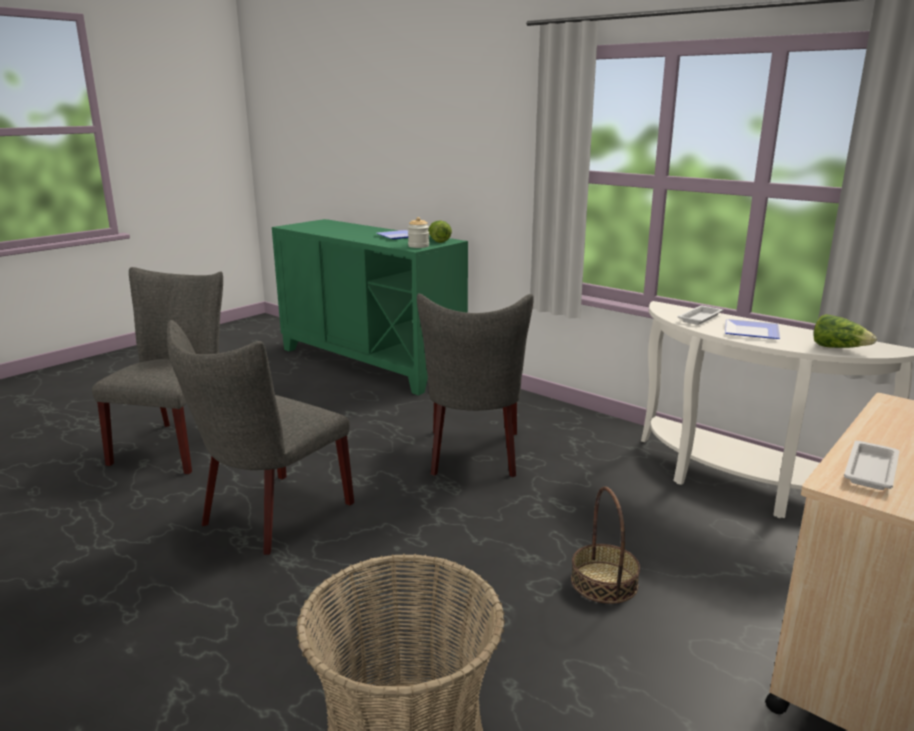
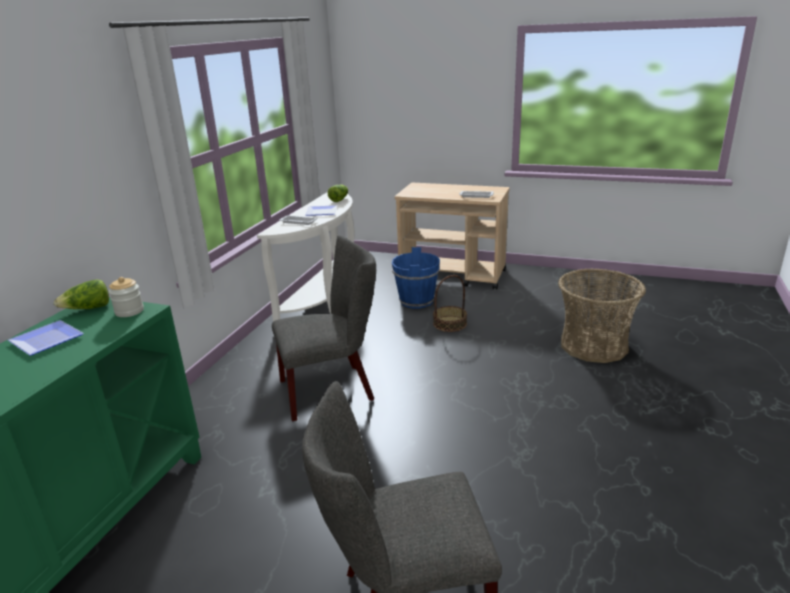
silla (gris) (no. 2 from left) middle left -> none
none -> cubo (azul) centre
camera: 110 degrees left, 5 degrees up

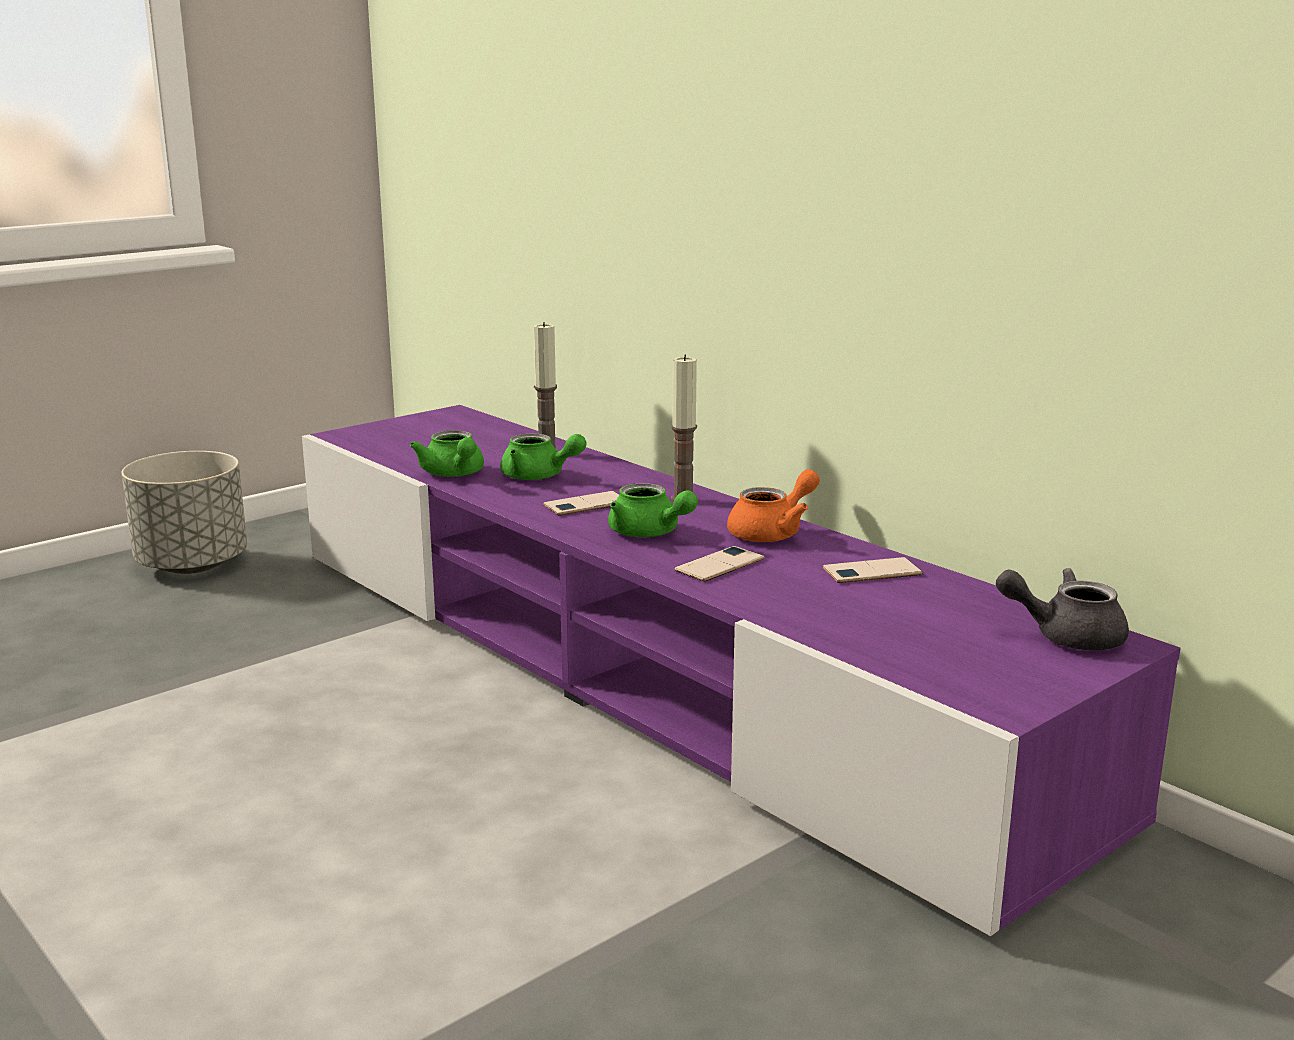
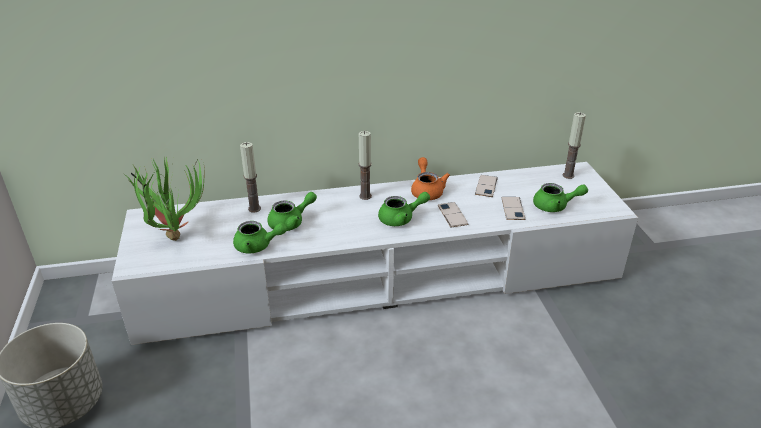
mueble de televisión (morado) centre -> mueble de televisión (blanco) centre
móvil (no. 1 from left in the first image) centre -> móvil (no. 3 from left) middle right, relocated
tetera (gris) middle right -> vela (no. 3 from left) middle right
none -> planta en maceta middle left
none -> tetera (verde) (no. 4 from left) middle right
camera: 60 degrees left, 15 degrees up

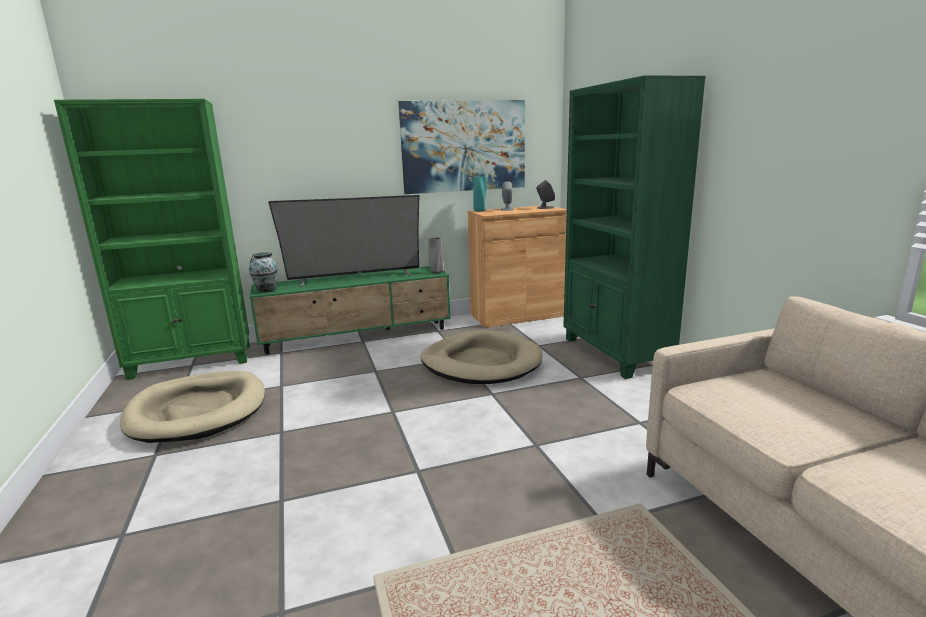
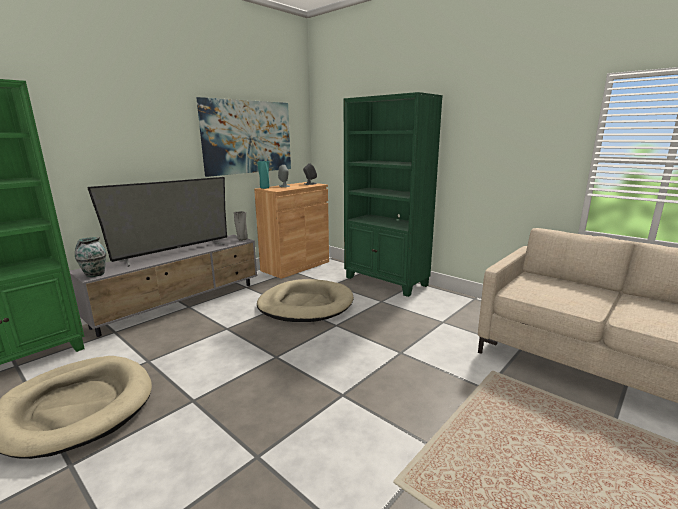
mueble de televisión (verde) centre -> mueble de televisión (gris) middle left
camera: 30 degrees left, 0 degrees up

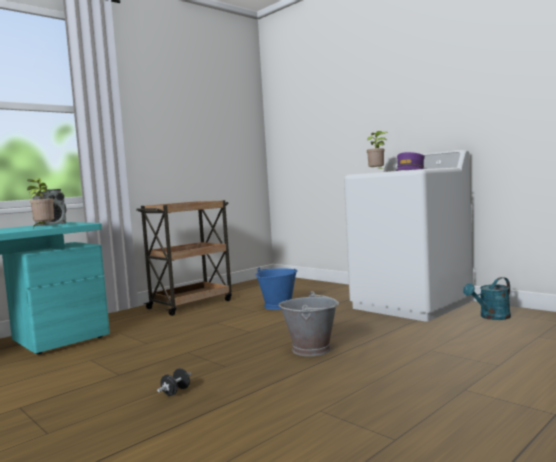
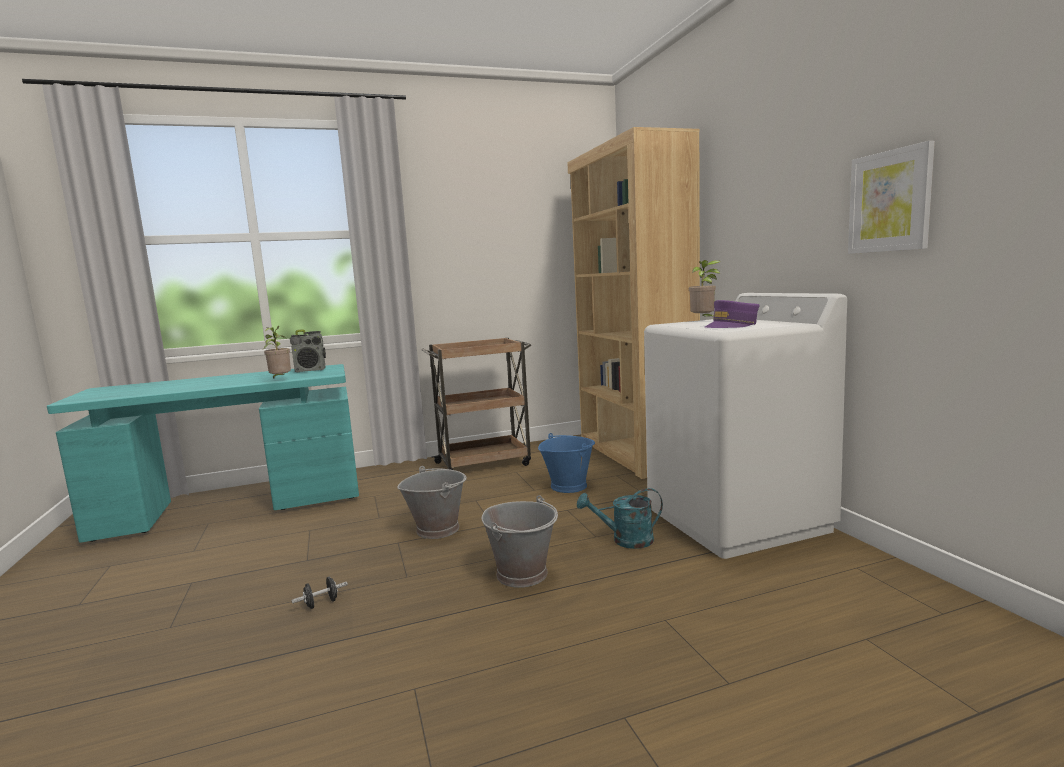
regadera (turquesa) middle right -> regadera (turquesa) bottom centre, relocated
none -> estantería (marrón) centre
none -> cuadro top right
none -> cubo (gris) (no. 1 from left) centre
camera: 25 degrees right, 5 degrees up

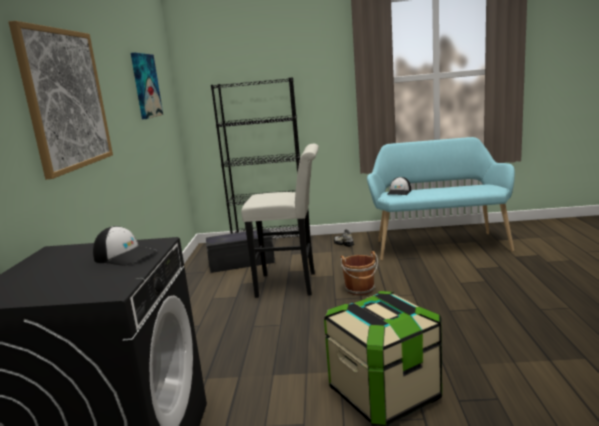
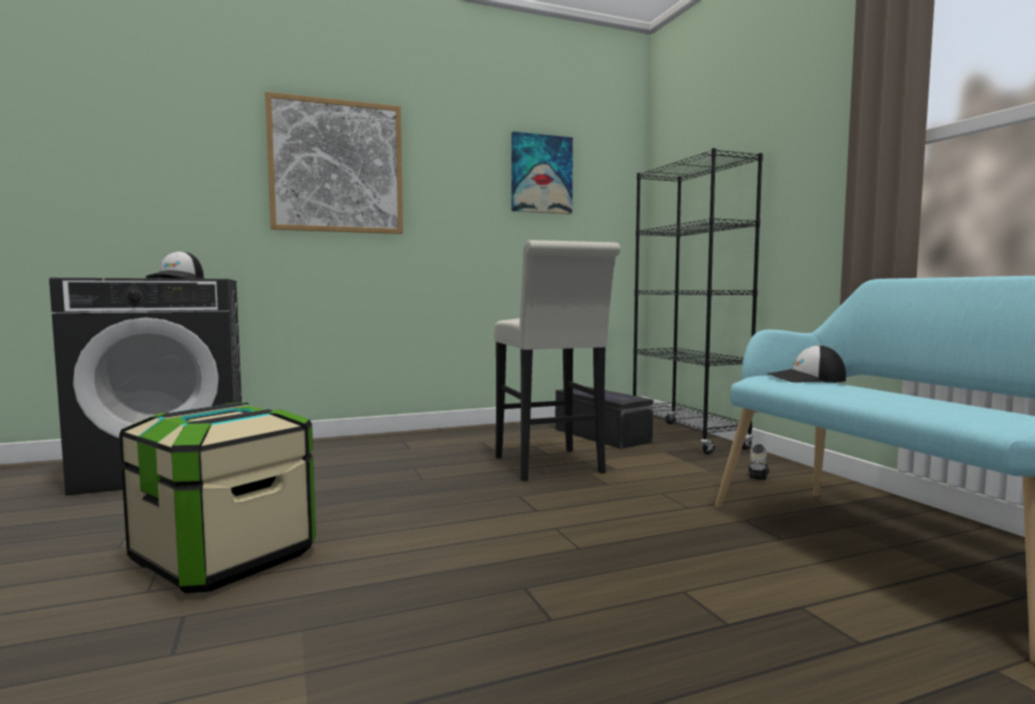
cubo (marrón) centre -> none
camera: 65 degrees right, 10 degrees down

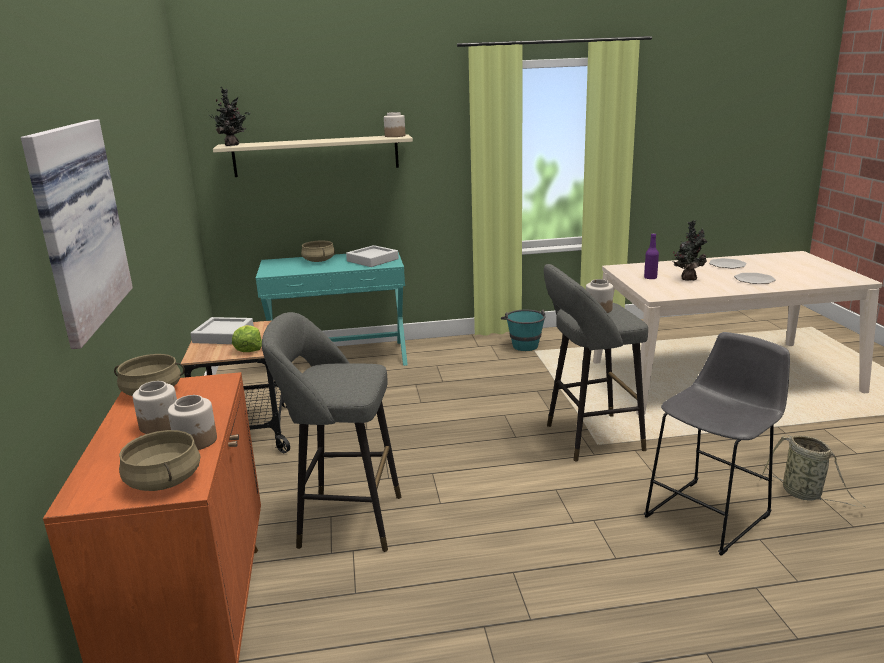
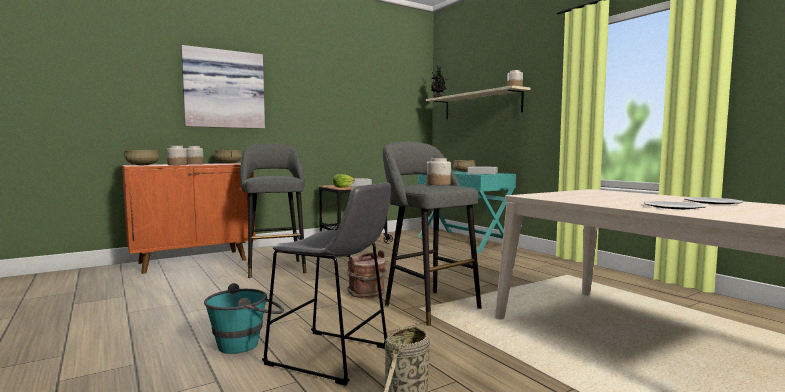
planta en maceta (no. 2 from left) middle right -> none
botella (morado) middle right -> none
cubo (turquesa) centre -> cubo (turquesa) bottom left, relocated
none -> cubo (marrón) bottom centre
camera: 65 degrees right, 15 degrees down

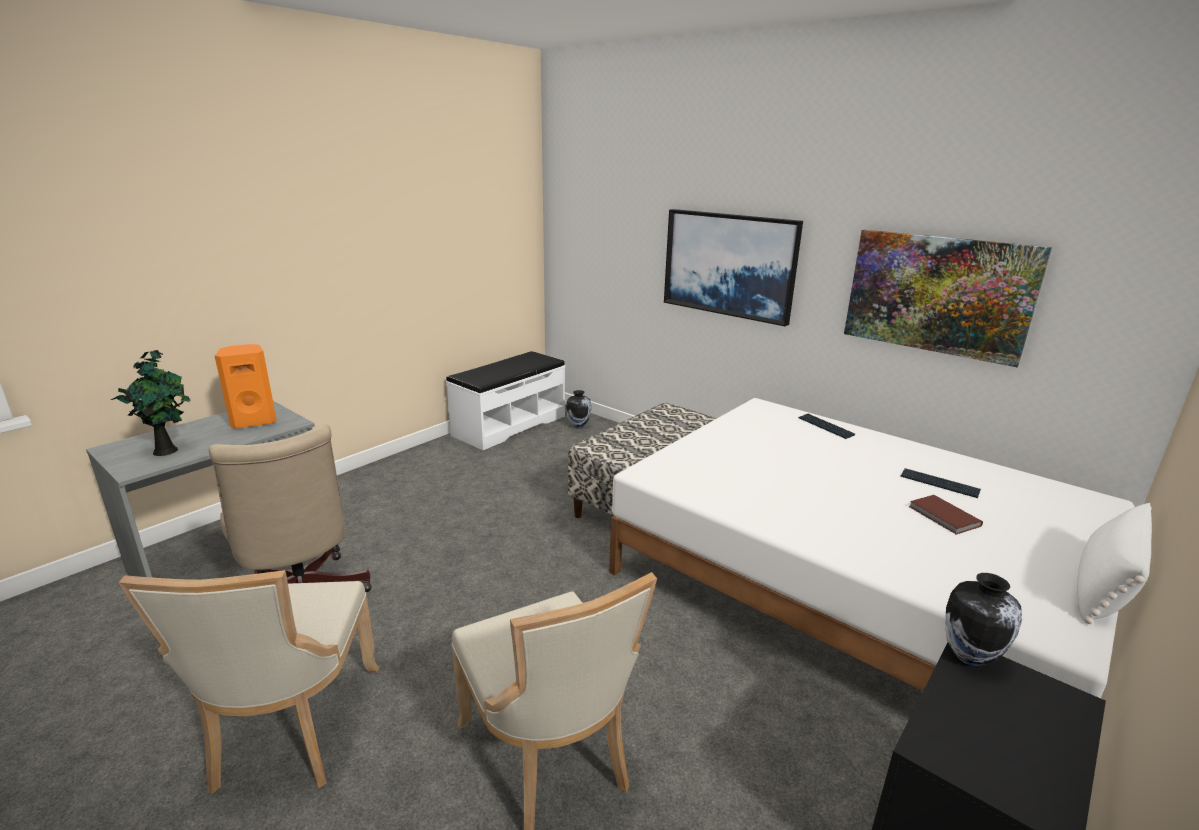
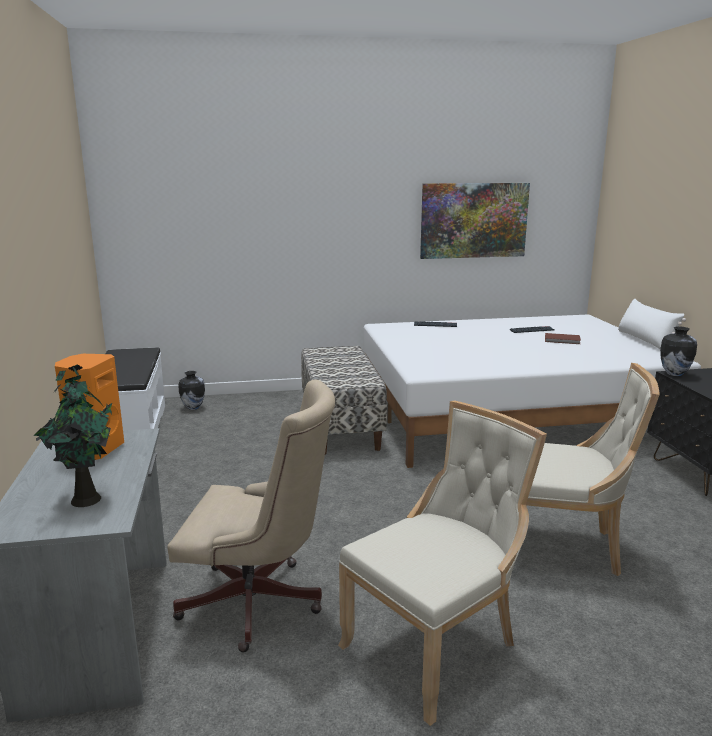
cuadro (no. 1 from left) top centre -> none
silla (beis) (no. 1 from left) bottom left -> silla (beis) (no. 1 from left) bottom centre, 75 degrees counterclockwise
camera: 50 degrees left, 5 degrees down

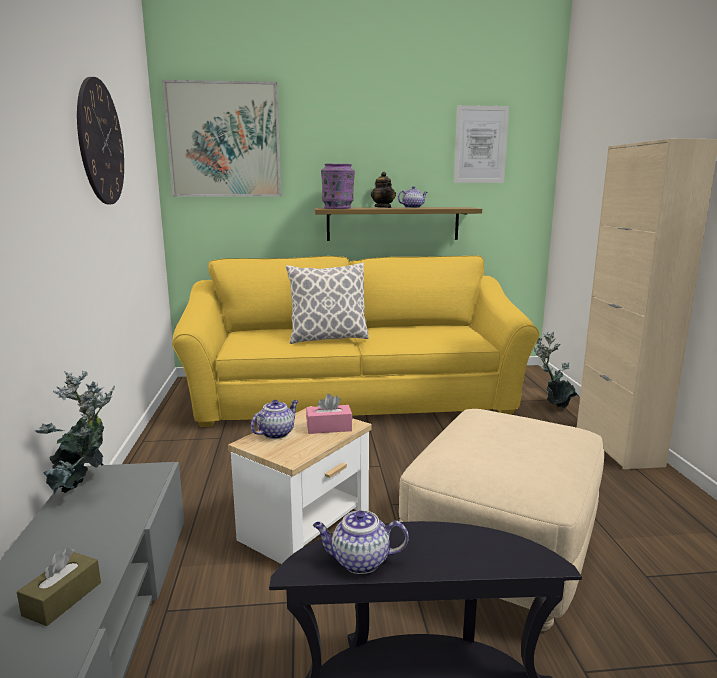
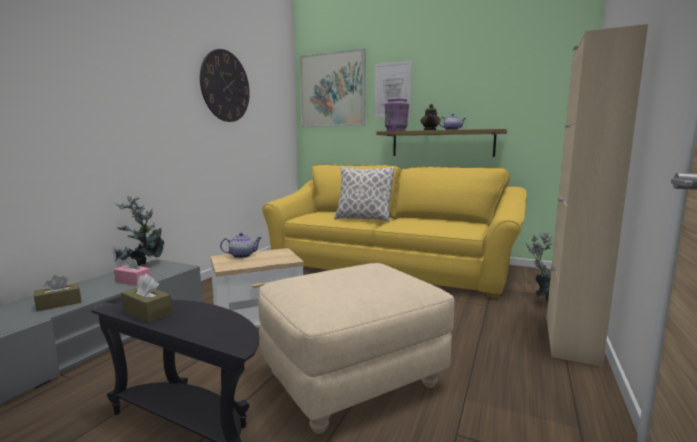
cuadro (no. 2 from left) top right -> cuadro (no. 2 from left) top centre, relocated
caja de pañuelos (rosa) centre -> caja de pañuelos (rosa) middle left, relocated
tetera (no. 2 from left) bottom centre -> caja de pañuelos (marrón) (no. 2 from left) bottom left
camera: 30 degrees right, 5 degrees down

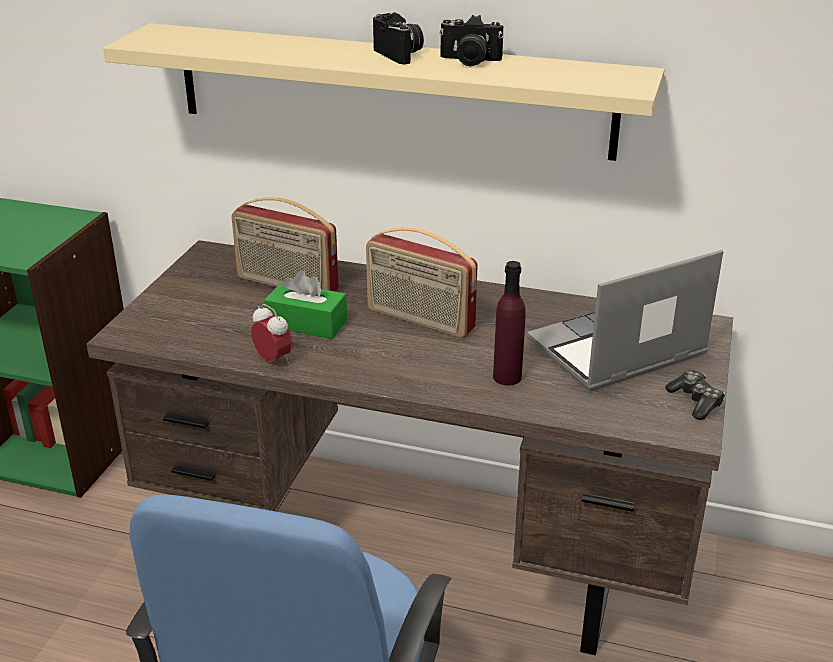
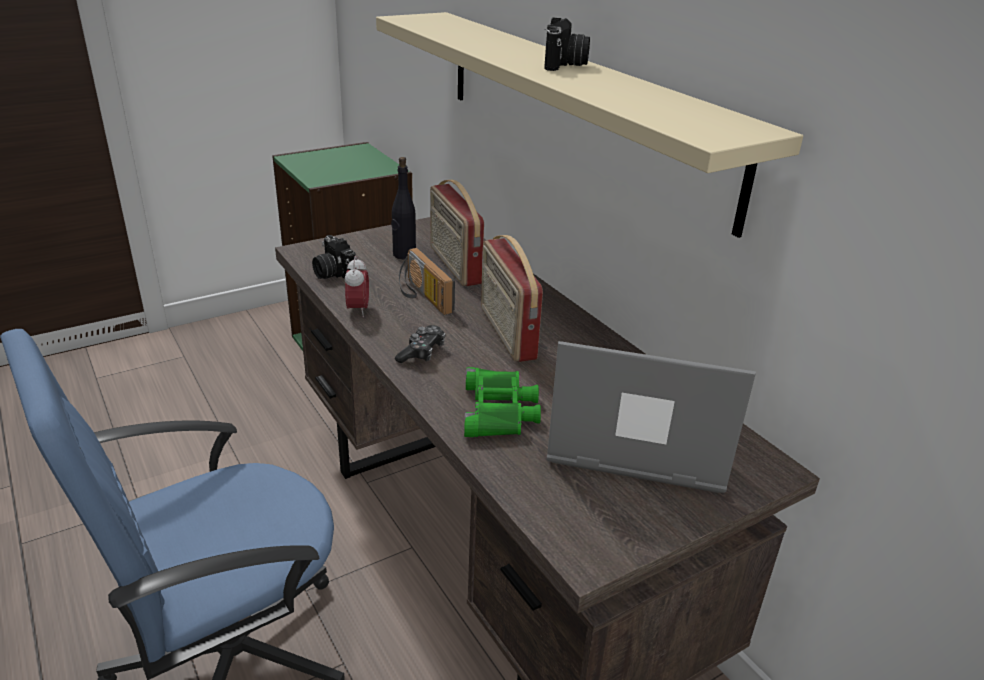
cámara (no. 2 from left in the first image) top centre -> cámara (no. 1 from left) centre, relocated
botella (morado) centre -> prismáticos (verde) centre
caja de pañuelos (verde) centre -> radio (no. 1 from left) centre
mando de consola middle right -> mando de consola centre, relocated
none -> botella (negro) top centre
camera: 40 degrees right, 0 degrees up

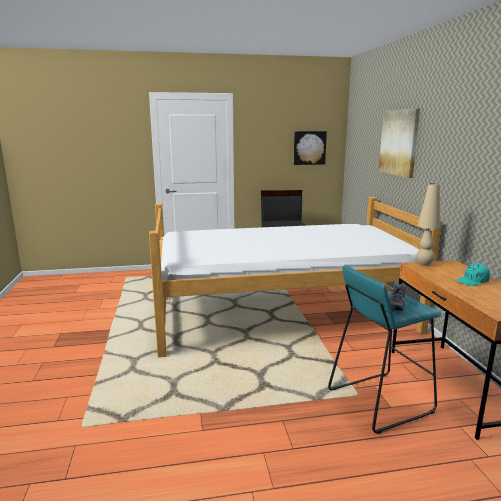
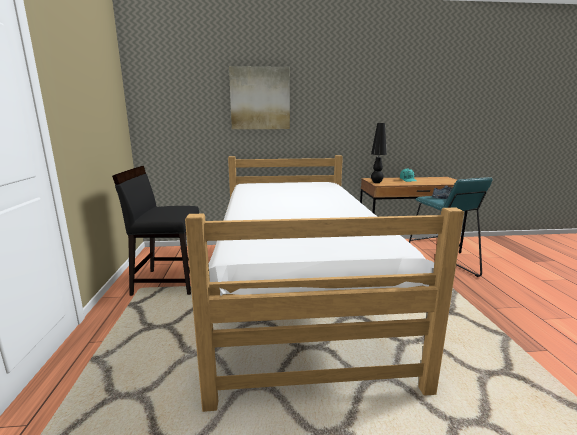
cuadro (no. 1 from left) top centre -> none
lámpara de mesa (beis) middle right -> lámpara de mesa (negro) centre
camera: 85 degrees left, 0 degrees up

